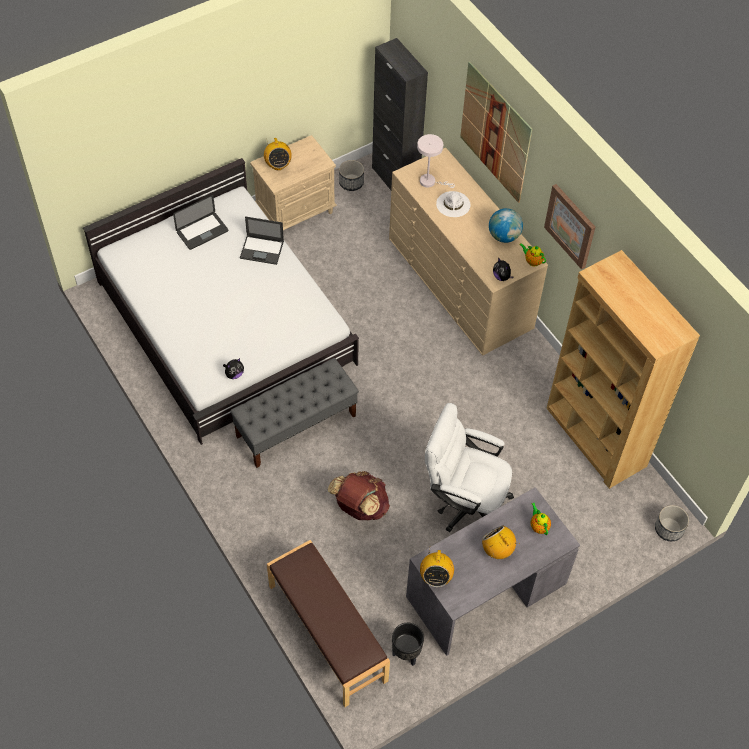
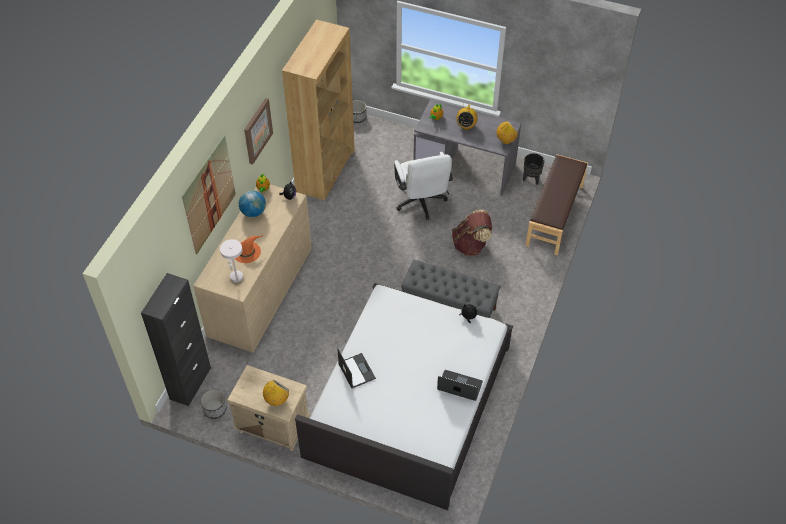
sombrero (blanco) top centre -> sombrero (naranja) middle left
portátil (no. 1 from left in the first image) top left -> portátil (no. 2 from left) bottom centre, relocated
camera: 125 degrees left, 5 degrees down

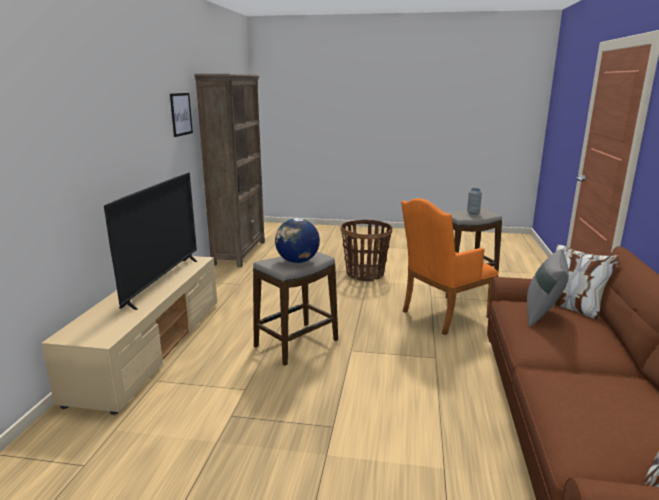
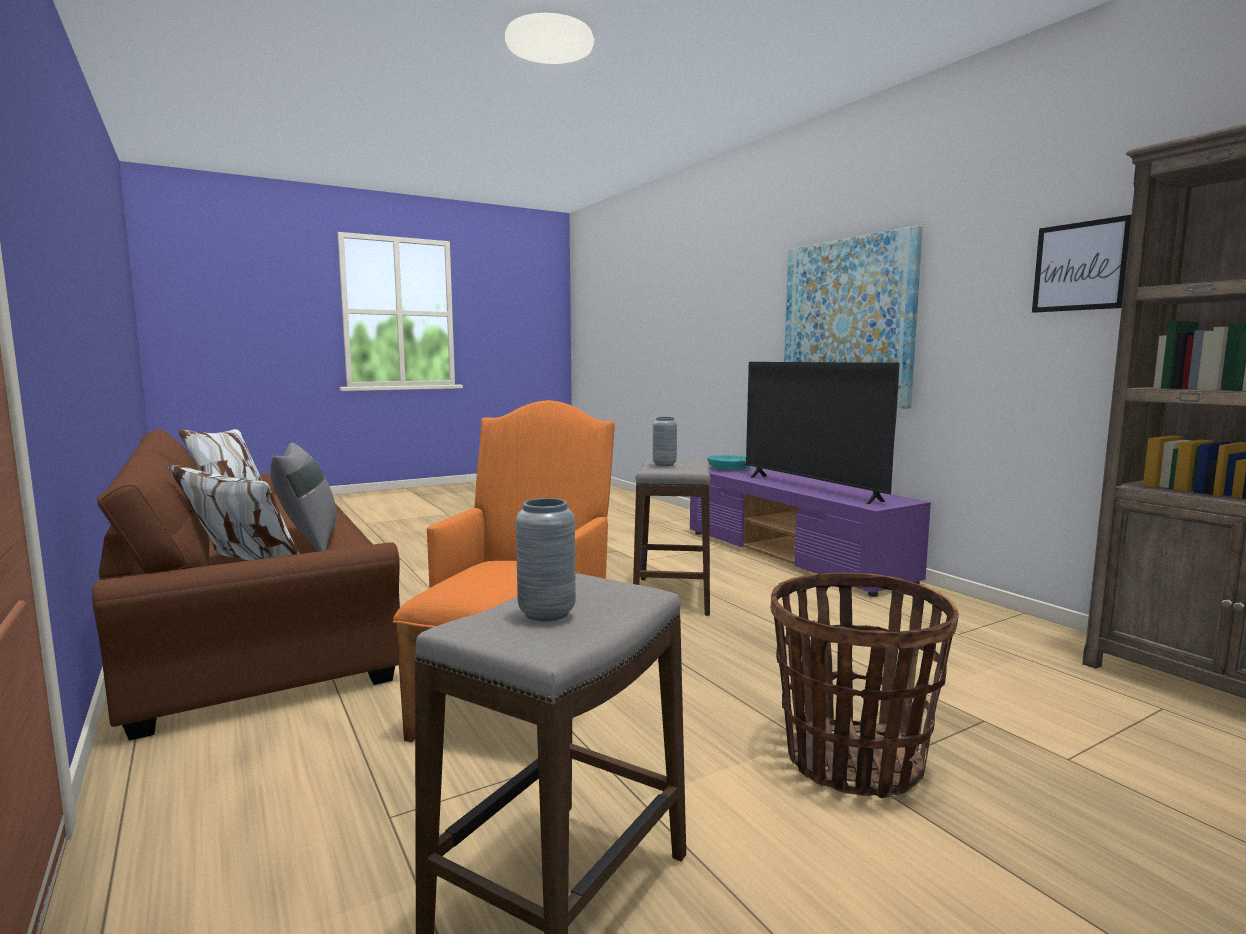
globo terráqueo centre -> florero (gris) (no. 2 from left) centre
mueble de televisión (beis) bottom left -> mueble de televisión (morado) centre
none -> cuadro (no. 1 from left) middle right
none -> cuenco (turquesa) centre
camera: 140 degrees right, 10 degrees down

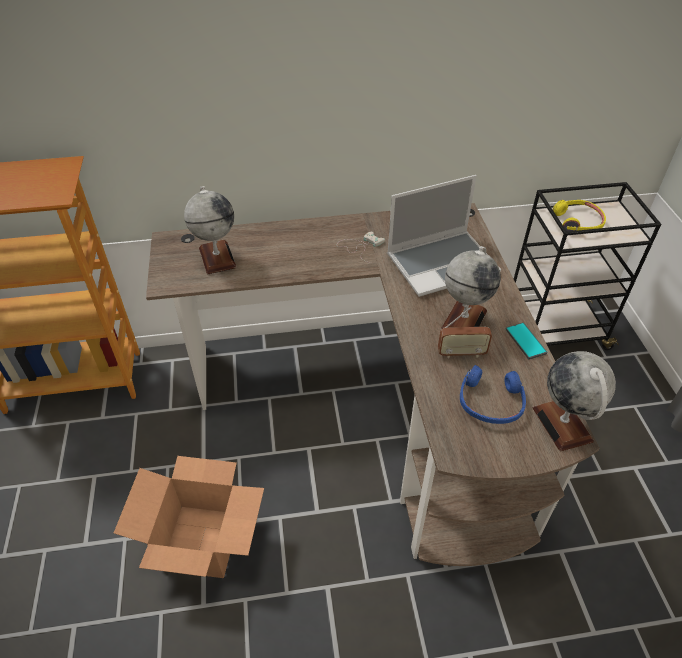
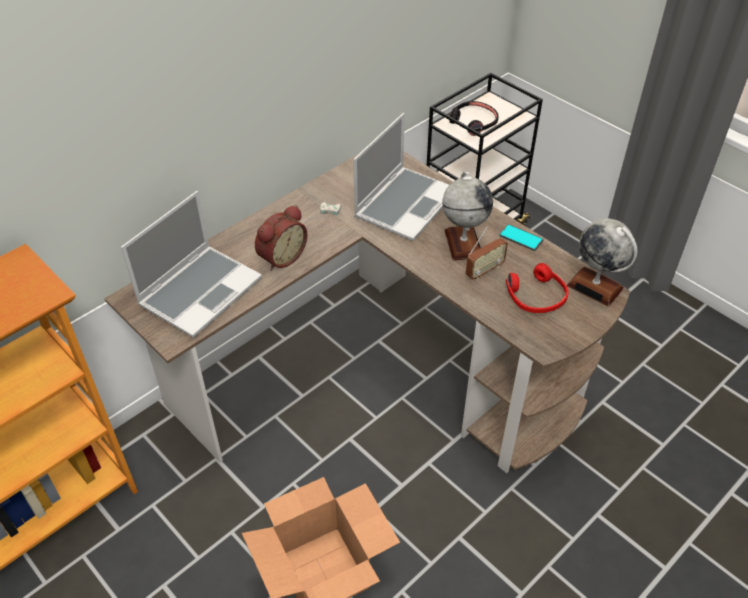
globo terráqueo (no. 1 from left) middle left -> portátil (no. 1 from left) middle left
auriculares (amarillo) top right -> auriculares (negro) top centre
auriculares (azul) middle right -> auriculares (rojo) middle right
none -> despertador centre
camera: 35 degrees left, 0 degrees up

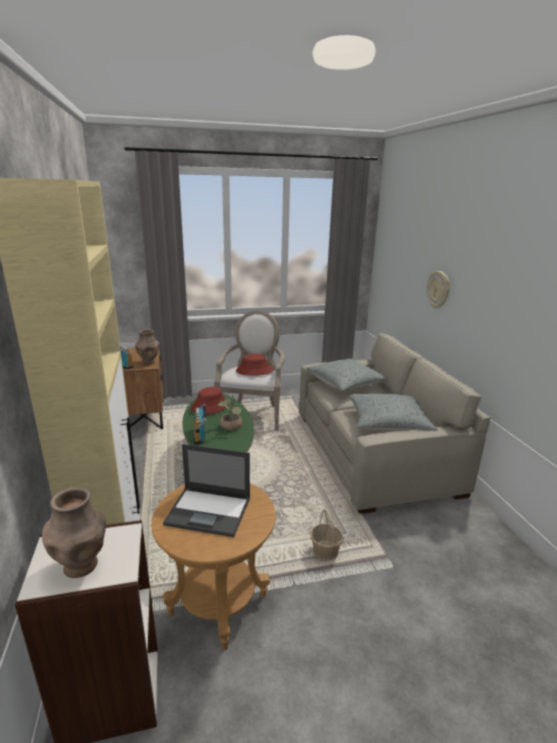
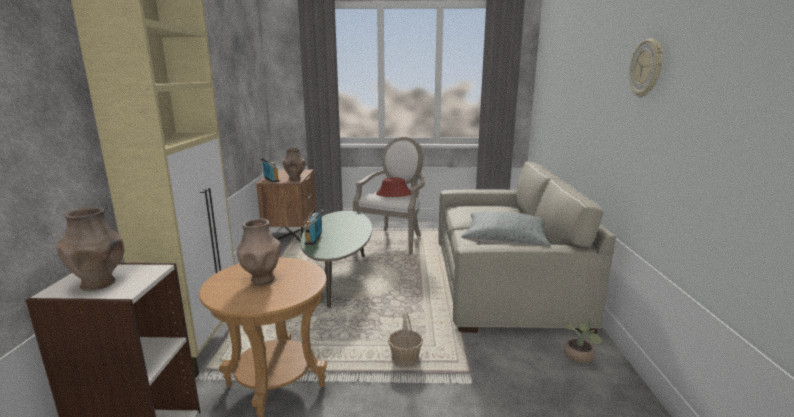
reloj de pared middle right -> reloj de pared top right, relocated
cojín (gris) (no. 1 from left) centre -> none
sombrero (rojo) (no. 1 from left) centre -> none
planta en maceta centre -> planta en maceta bottom right, relocated
portátil centre -> florero (marrón) (no. 2 from left) middle left
camera: 15 degrees right, 5 degrees down

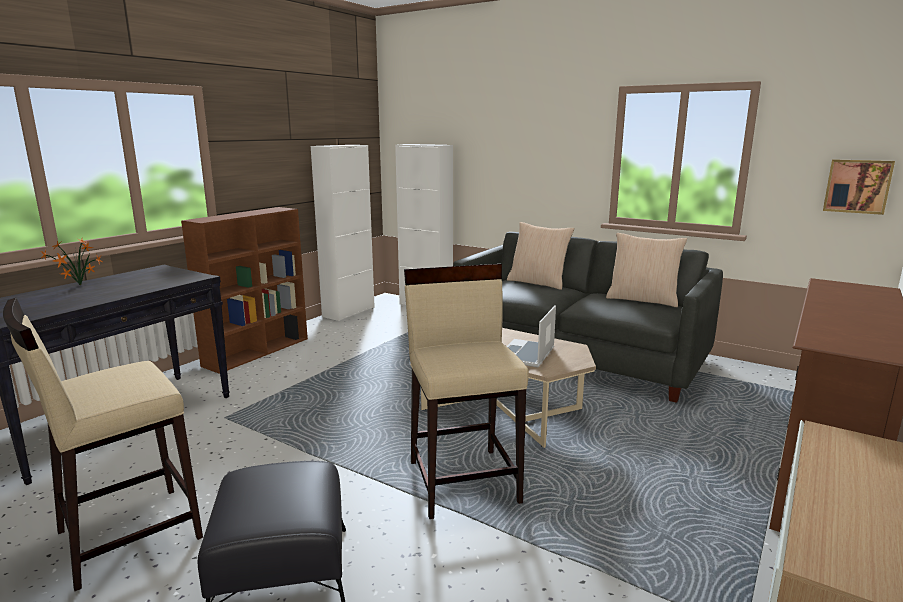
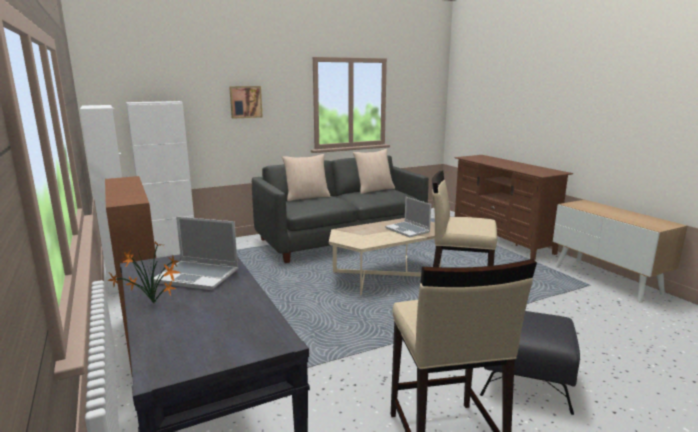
cuadro top right -> cuadro top centre, relocated
none -> portátil (no. 1 from left) middle left
camera: 60 degrees left, 0 degrees up

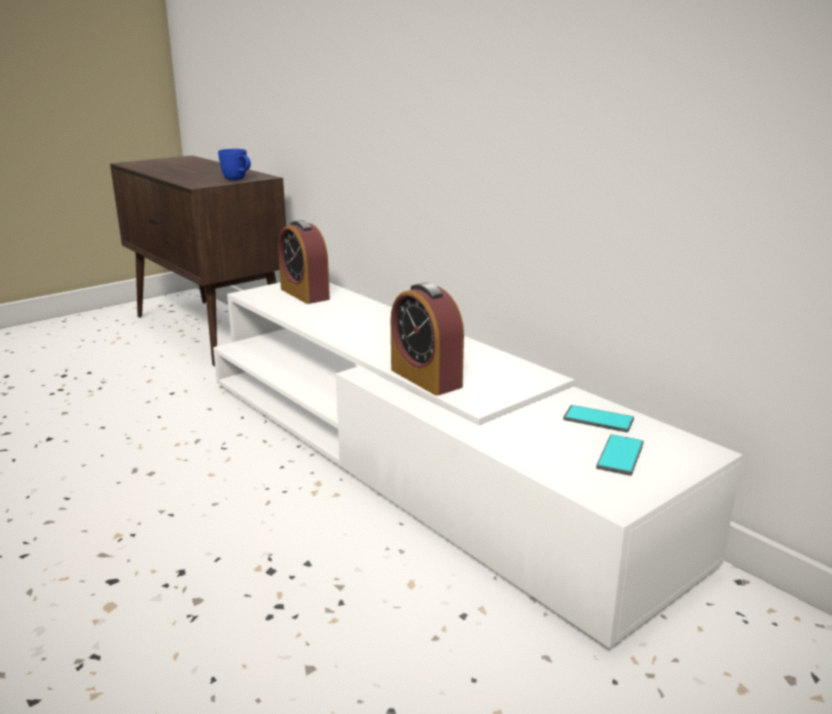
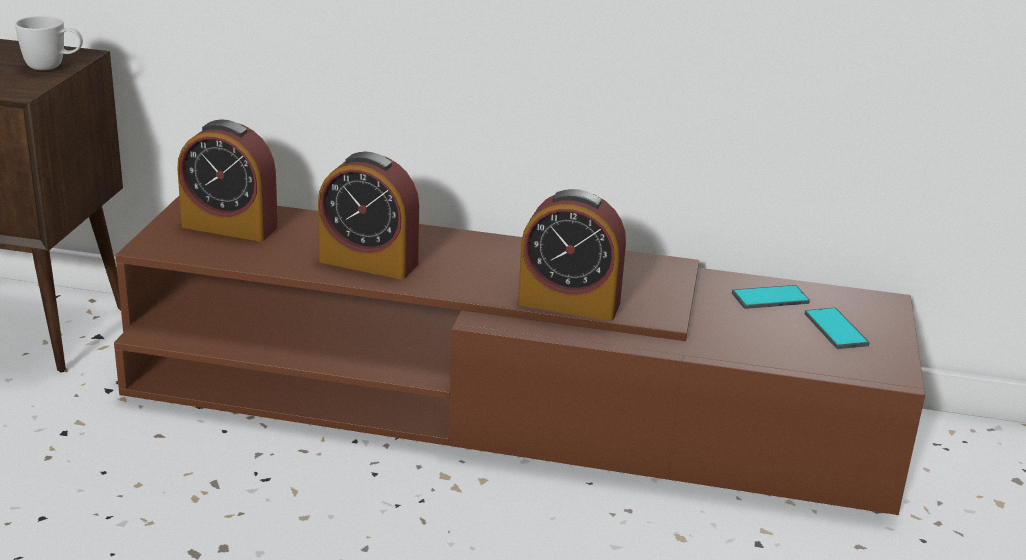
taza grande (azul) top left -> taza grande (blanco) top left
mueble de televisión (blanco) centre -> mueble de televisión (marrón) centre
none -> despertador (no. 2 from left) centre
camera: 40 degrees left, 5 degrees up

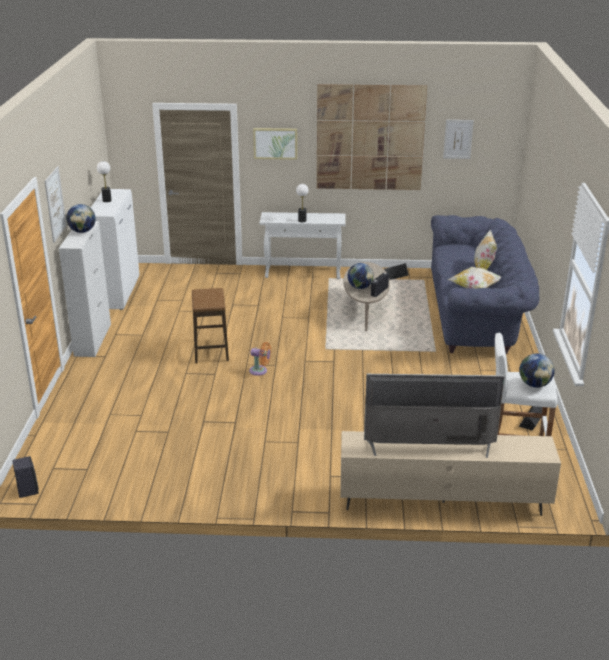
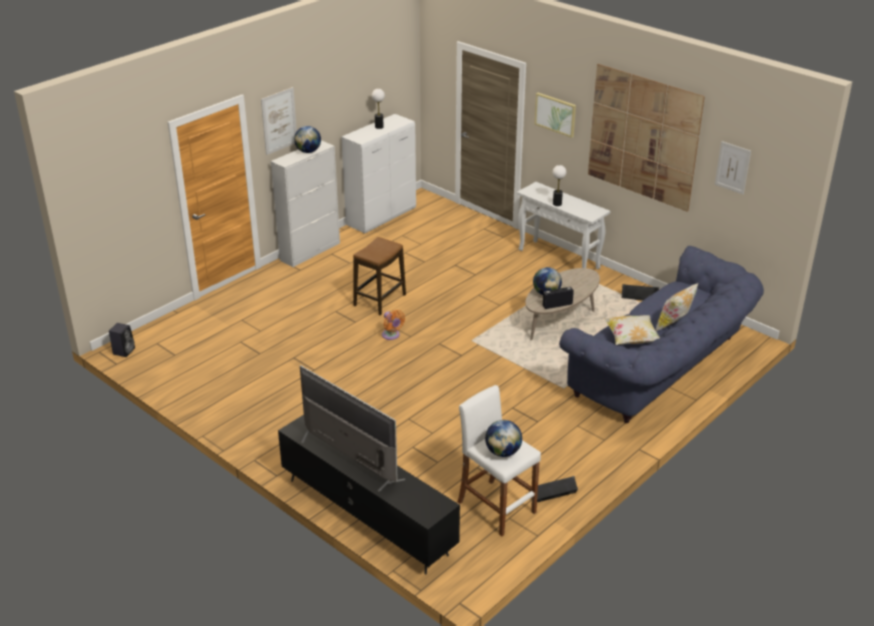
mueble de televisión (beis) bottom right -> mueble de televisión (negro) bottom centre
camera: 40 degrees right, 5 degrees up

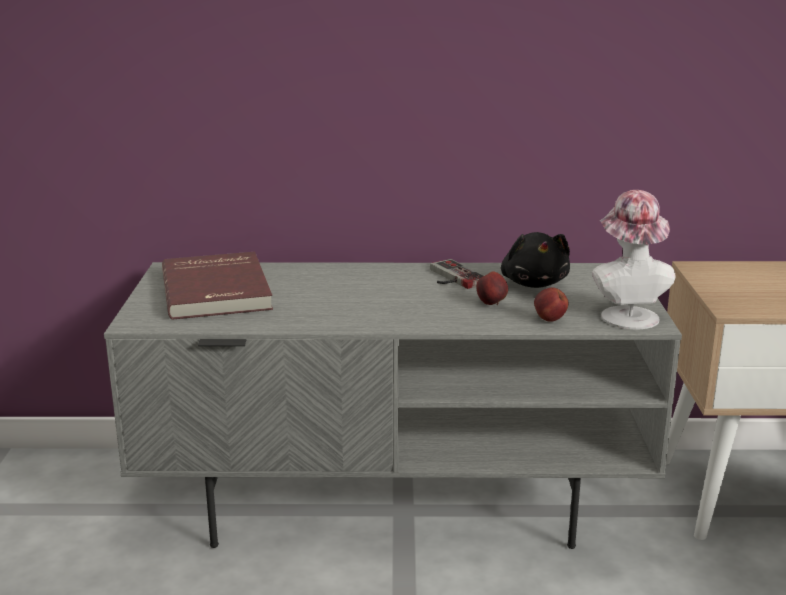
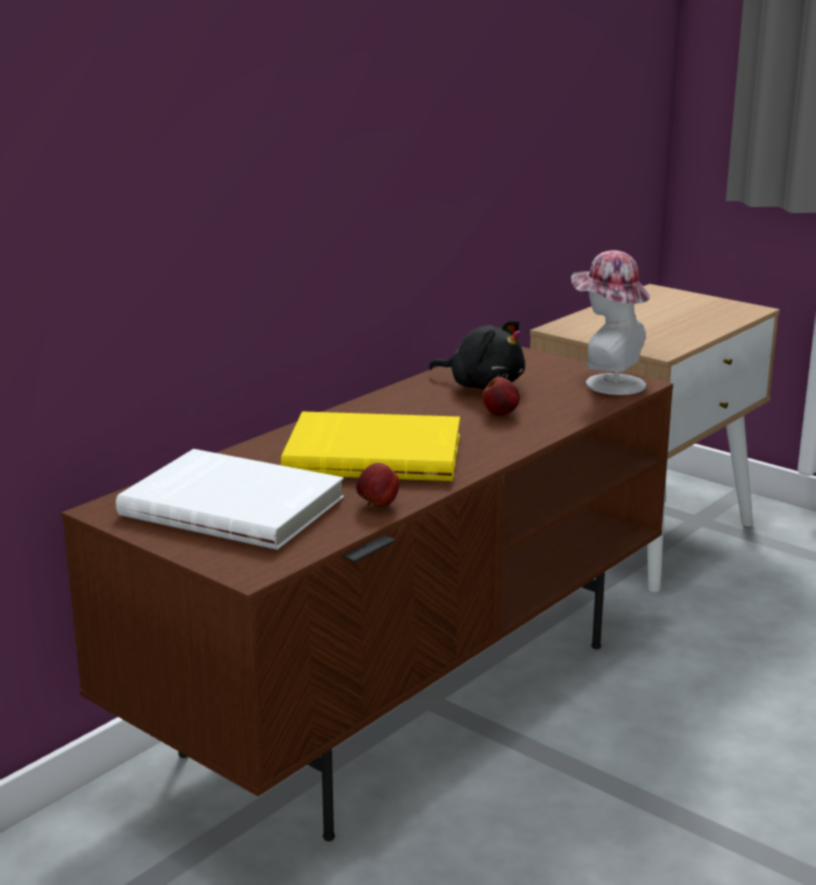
libro (rojo) middle left -> libro (blanco) middle left
mando de consola centre -> none
mueble de televisión (gris) bottom centre -> mueble de televisión (marrón) bottom centre
manzana (no. 2 from left in the first image) middle right -> manzana (no. 1 from left) centre, relocated
none -> libro (amarillo) centre
camera: 50 degrees left, 0 degrees up

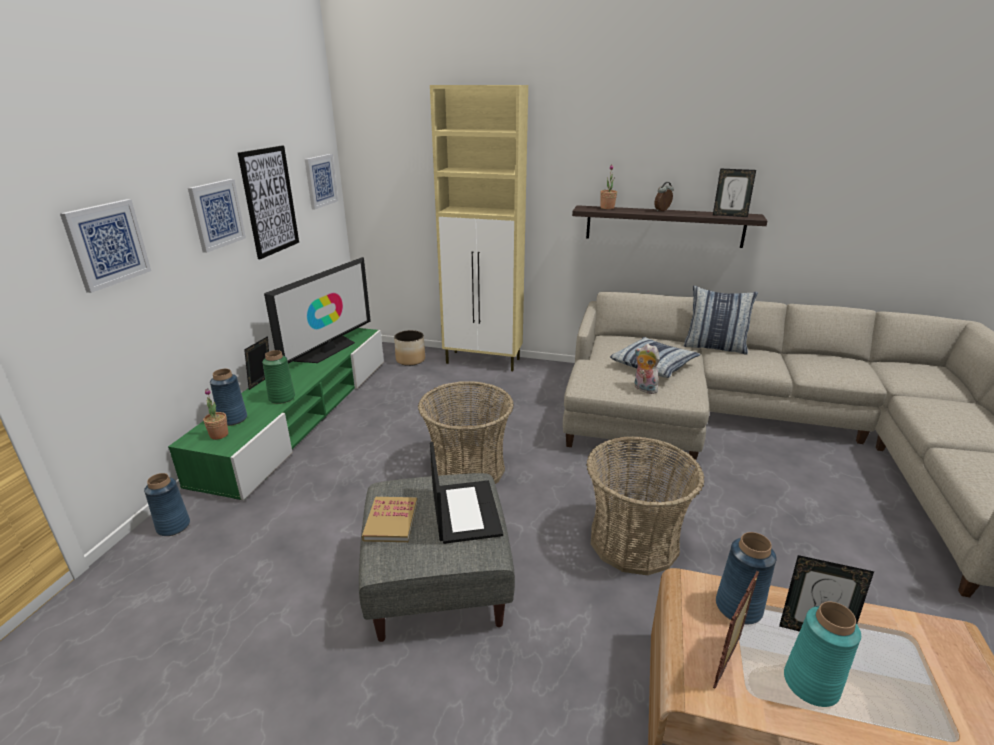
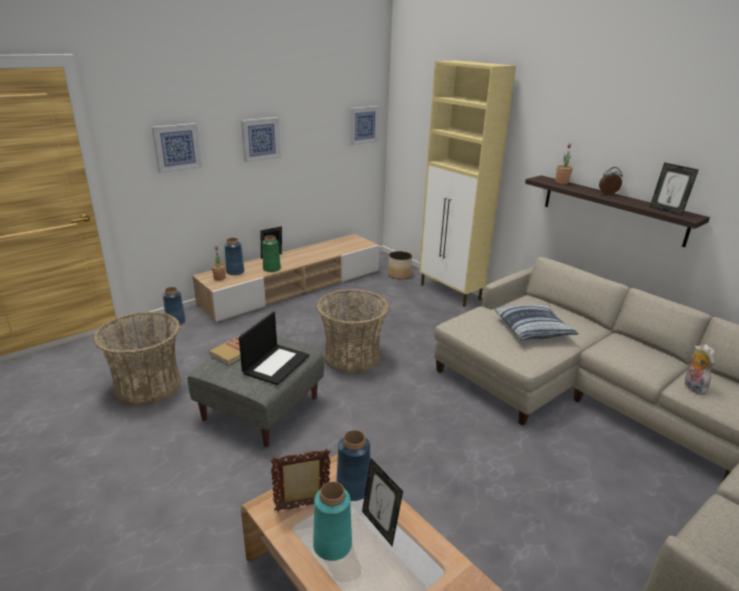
cuadro (no. 3 from left) top left -> none
televisor middle left -> none
cojín (no. 2 from left) middle right -> none
mueble de televisión (verde) middle left -> mueble de televisión (beis) centre
peluche centre -> peluche middle right, relocated
cesta (no. 2 from left in the first image) bottom centre -> cesta (no. 1 from left) middle left, relocated
camera: 35 degrees right, 0 degrees up

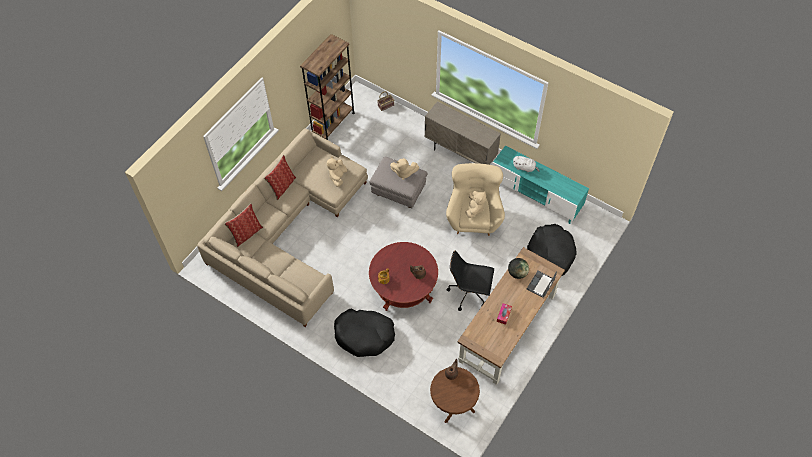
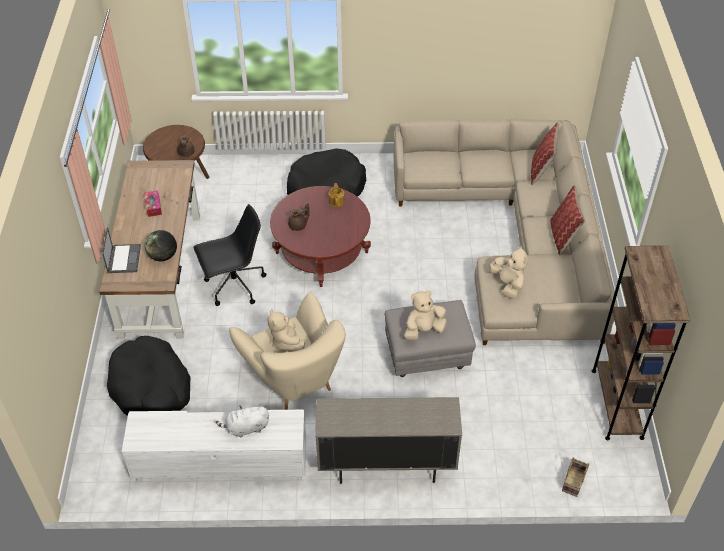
mueble de televisión (turquesa) centre -> mueble de televisión (blanco) bottom left
camera: 145 degrees right, 10 degrees down

